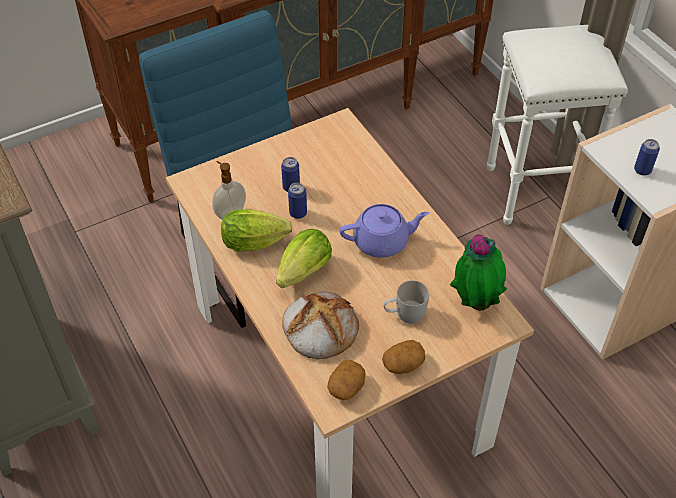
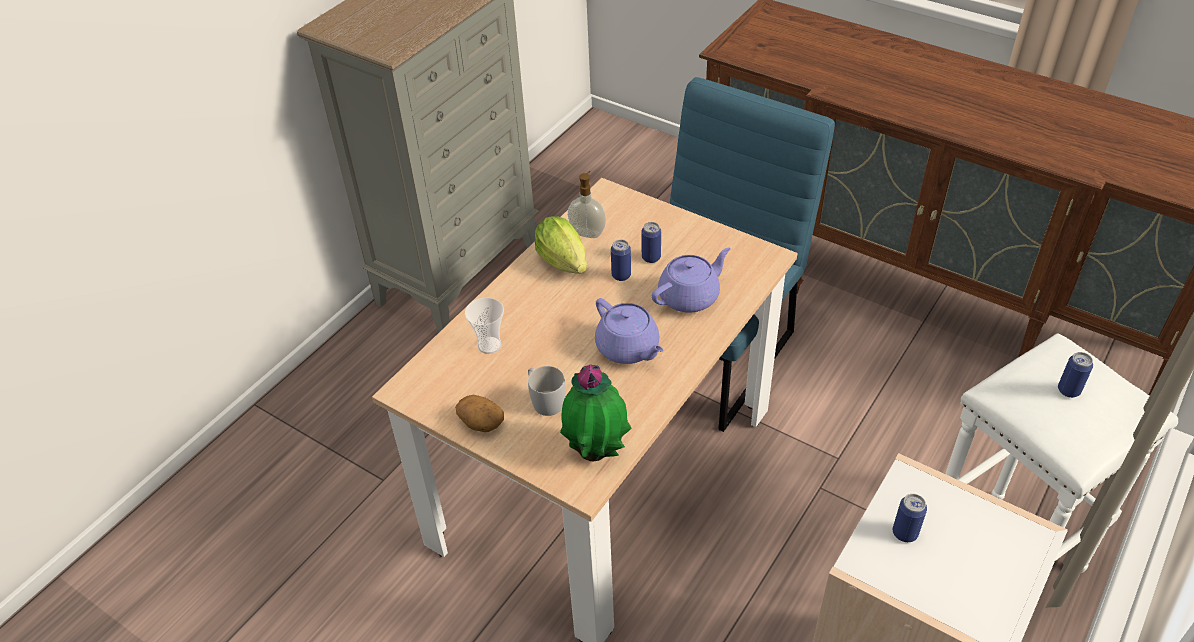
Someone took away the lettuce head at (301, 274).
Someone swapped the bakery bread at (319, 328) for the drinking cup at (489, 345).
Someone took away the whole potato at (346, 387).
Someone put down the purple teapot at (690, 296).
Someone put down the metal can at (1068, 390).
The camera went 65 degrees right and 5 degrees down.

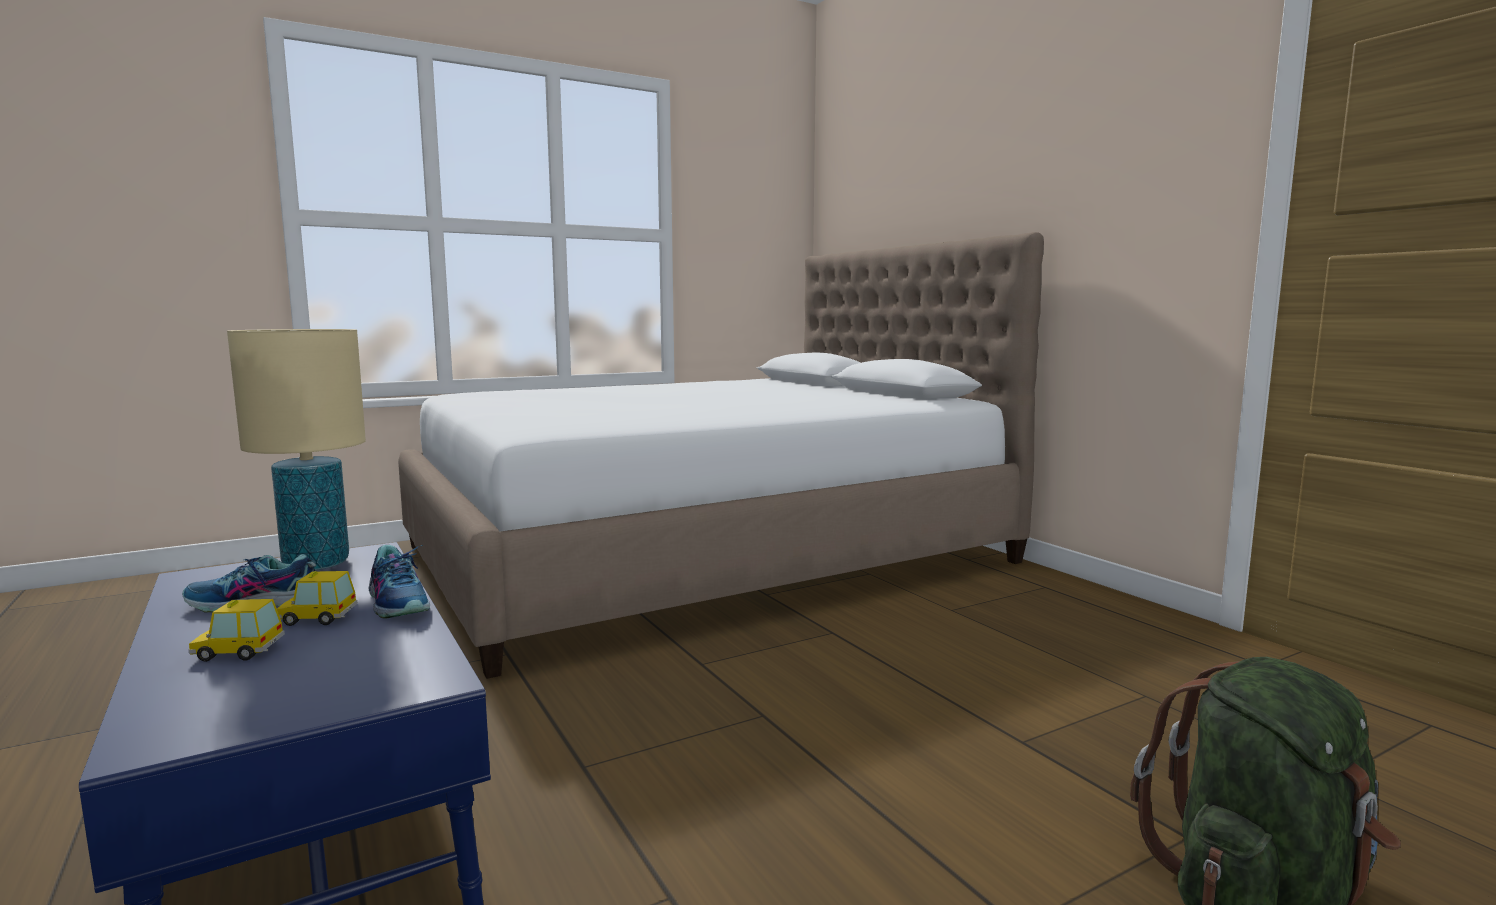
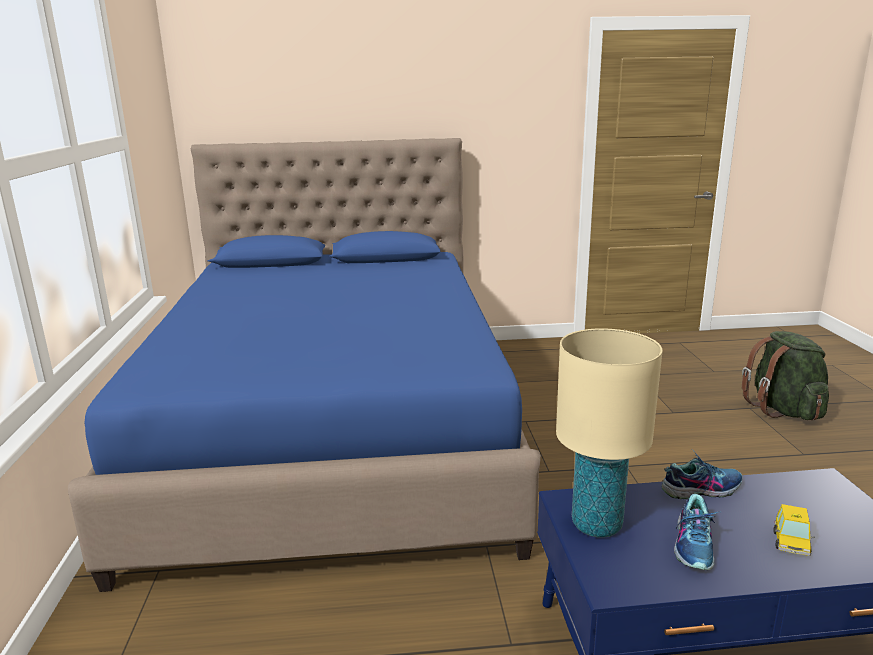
Someone took away the miniature car at (317, 617).
Someone repainted the white-coloured bedroom bed at (708, 554), which became the blue-coloured bedroom bed at (335, 428).
The camera went 65 degrees left and 10 degrees up.

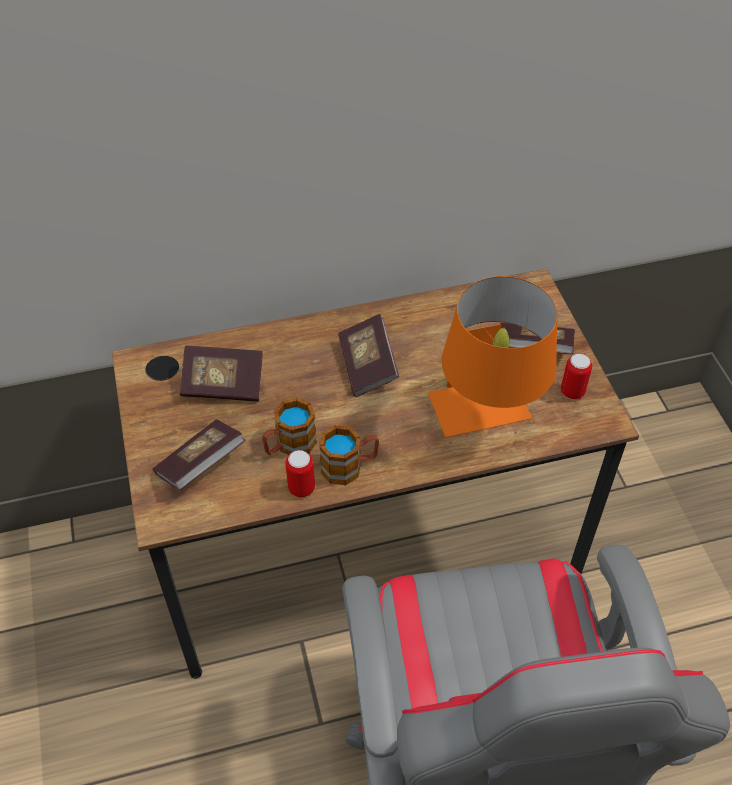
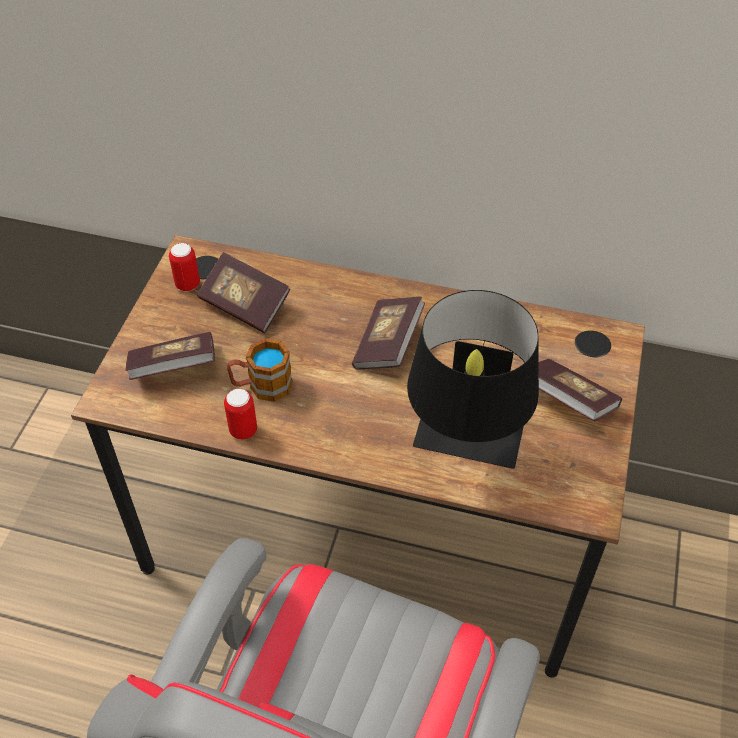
Someone took away the coffee mug at (349, 466).
Someone repainted the orange-coloured lamp for a table at (486, 420), which became the black-coloured lamp for a table at (466, 449).
Someone carried the metal can from (572, 392) to (188, 284).
The camera went 30 degrees right and 0 degrees up.

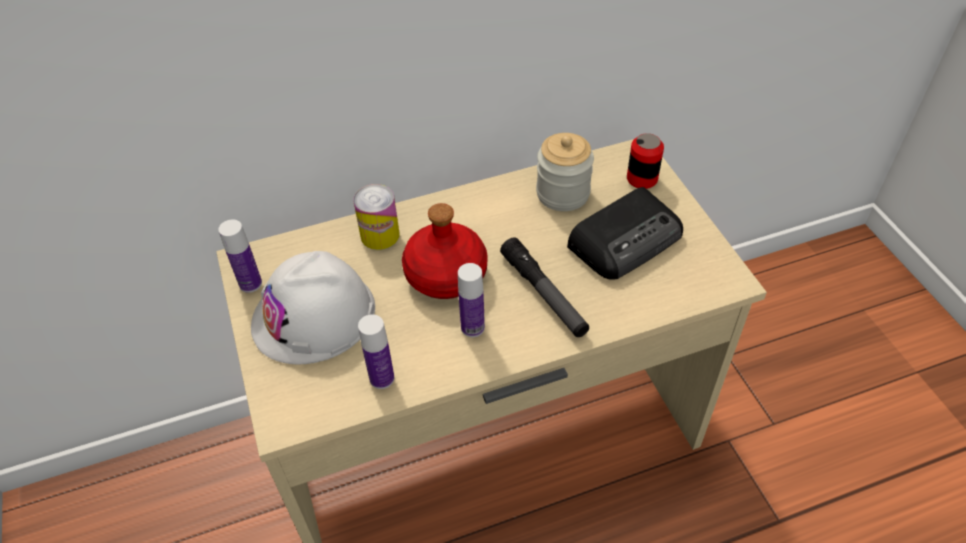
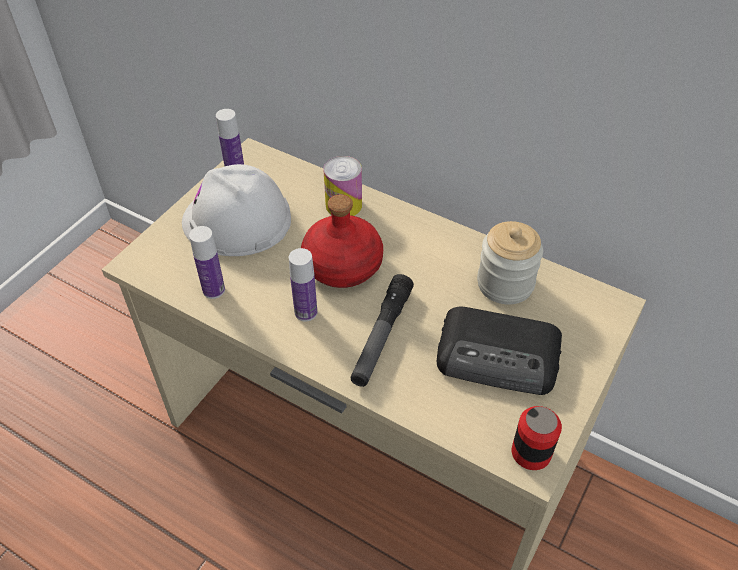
Someone carried the metal can from (642, 179) to (531, 453).
The camera went 50 degrees right and 0 degrees up.

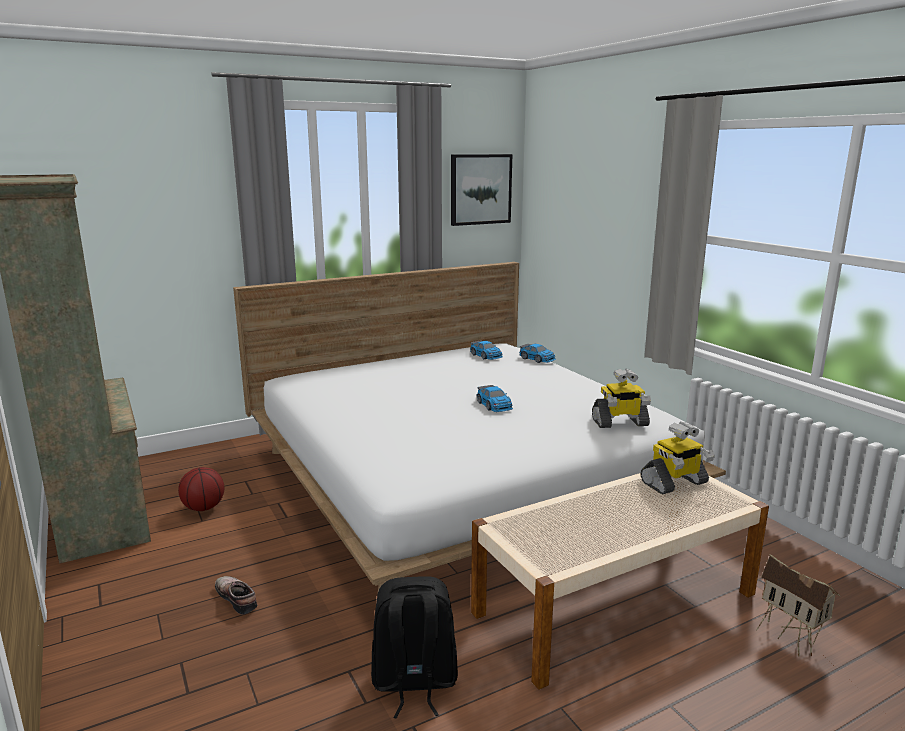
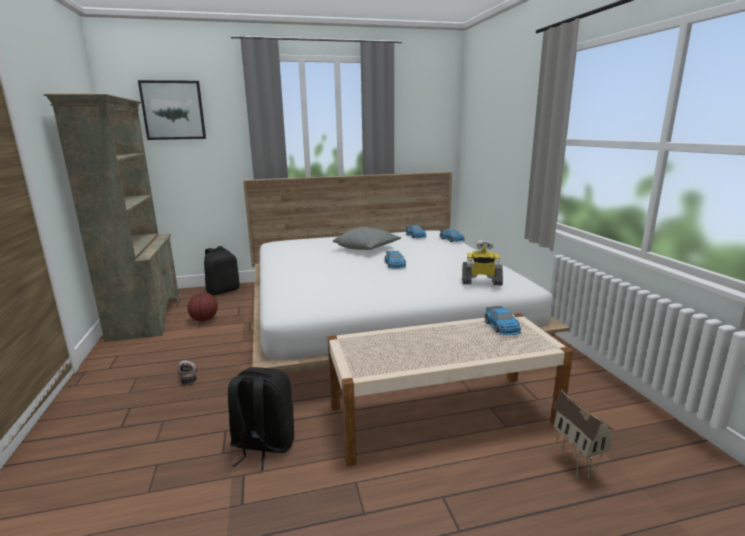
Someone carried the picture from (480, 189) to (173, 110).
Someone swapped the robot figure at (674, 483) for the miniature car at (502, 327).
Someone put down the black-coloured backpack at (223, 291).
Someone put down the greyish pillow at (367, 248).
The camera went 15 degrees right and 0 degrees up.

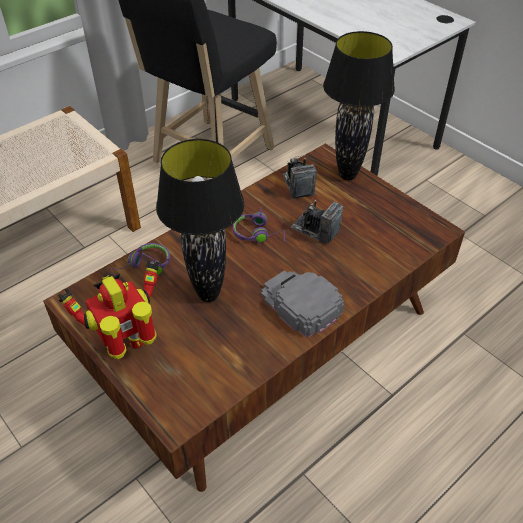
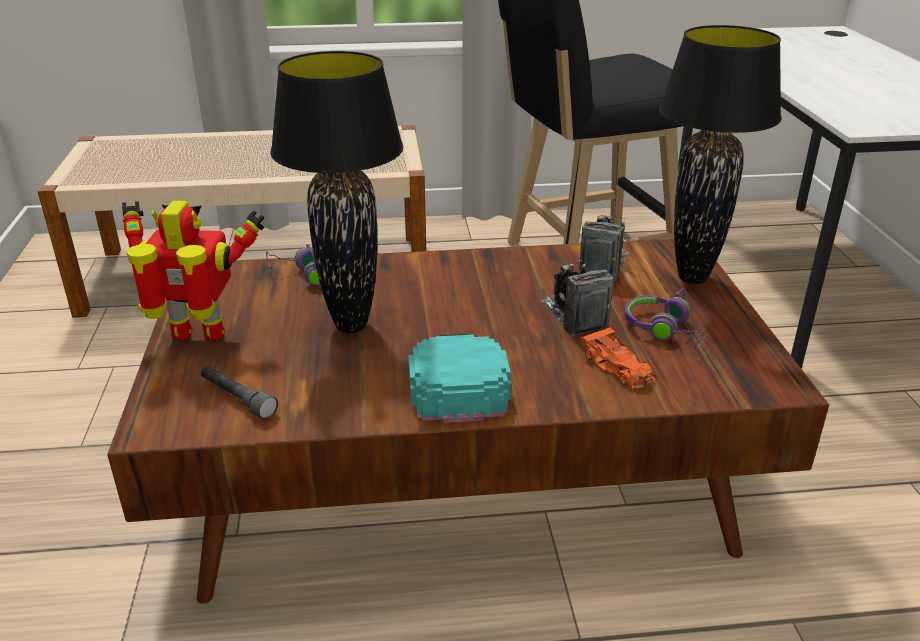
Someone carried the purple headphones from (258, 234) to (665, 330).
Someone repainted the greyish peaked cap at (300, 303), which became the turquoise-coloured peaked cap at (456, 381).
Someone put down the greyish hand torch at (237, 399).
Someone put down the orange-coloured miniature car at (618, 367).
The camera went 35 degrees right and 15 degrees down.

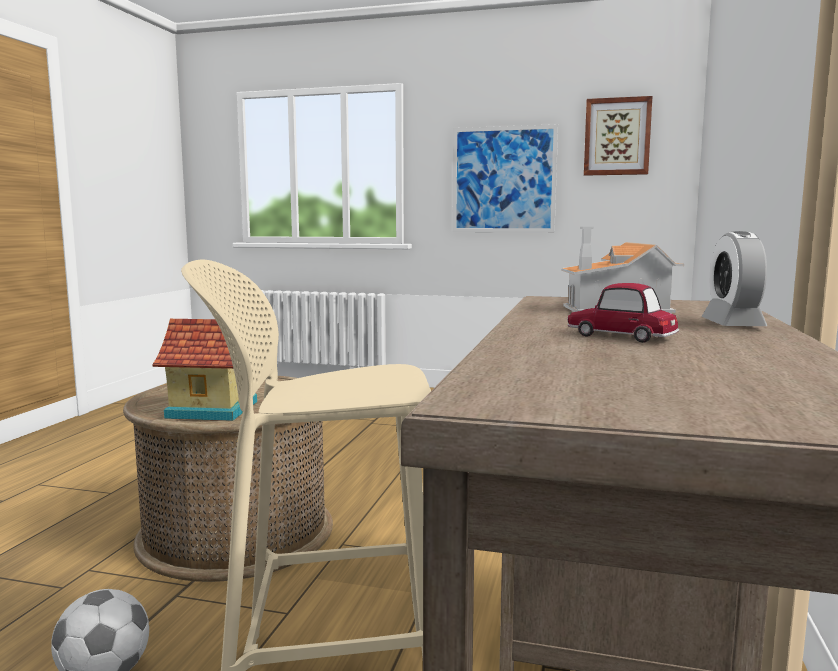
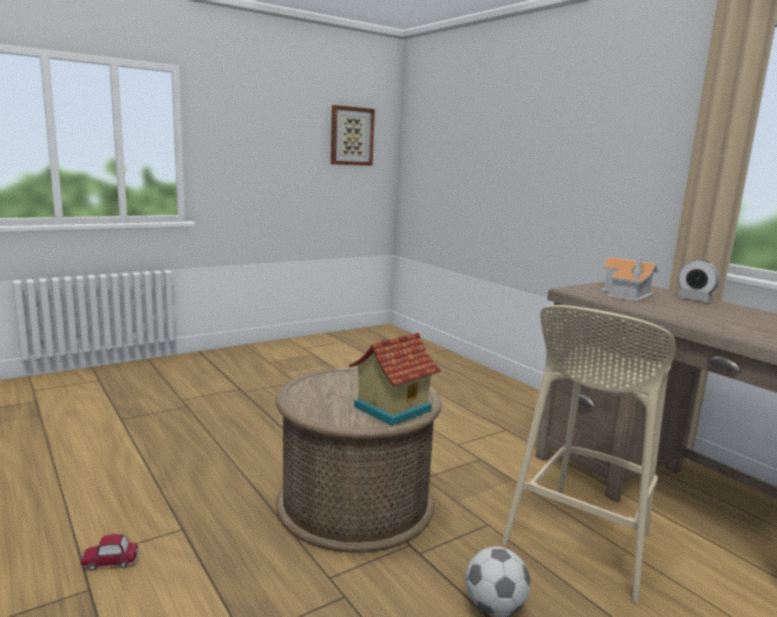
Someone took away the picture at (503, 180).
Someone carried the miniature car from (621, 336) to (110, 561).
The camera went 50 degrees left and 5 degrees up.

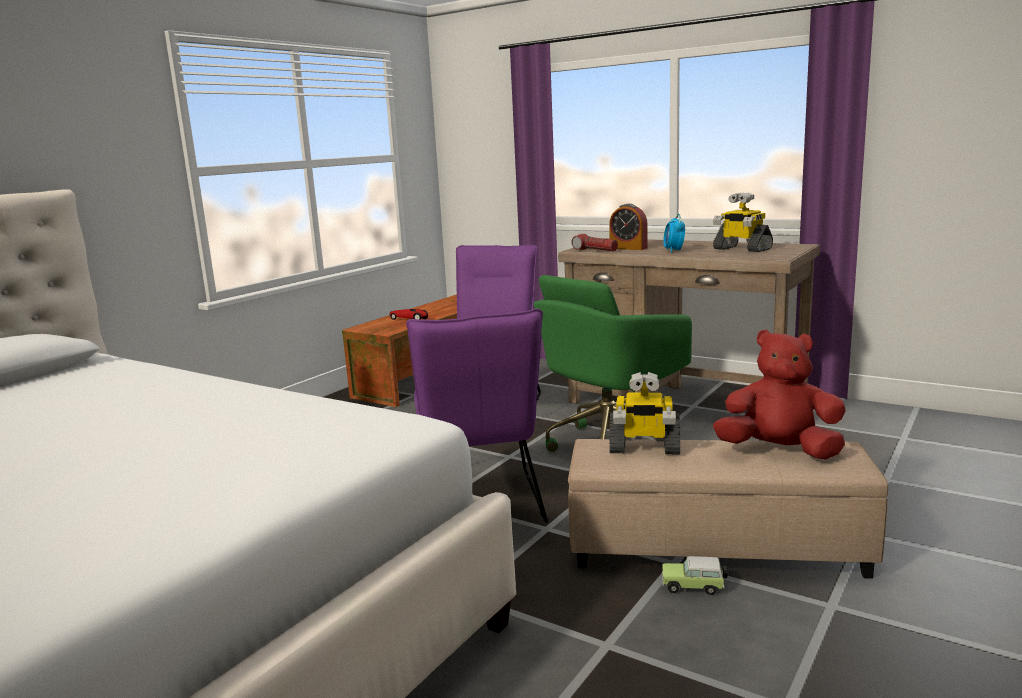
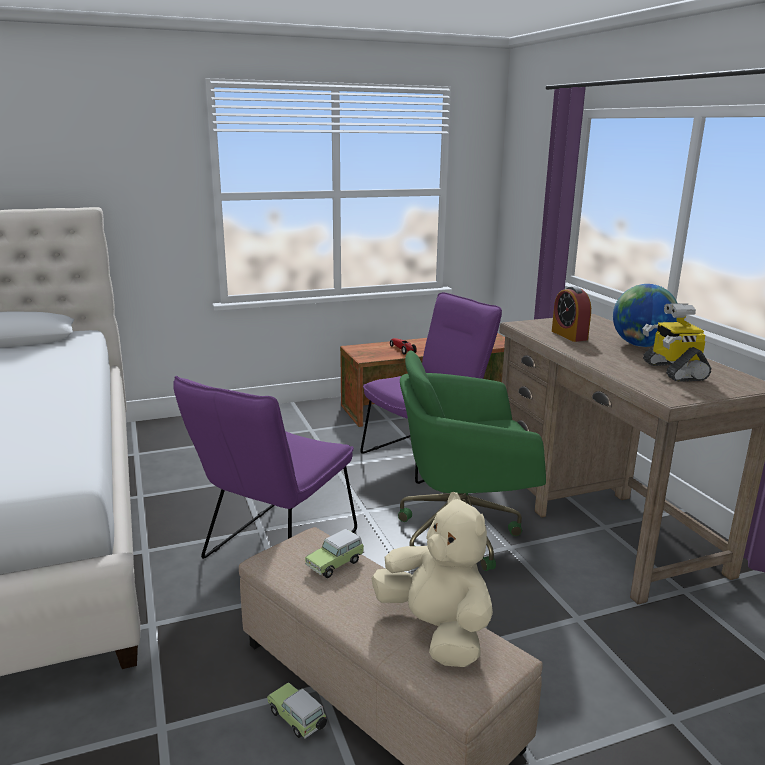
Someone took away the hand torch at (594, 250).
Someone swapped the robot figure at (644, 448) for the miniature car at (336, 563).
Someone took away the table clock at (674, 251).
Someone repainted the reddish soft toy at (779, 451), which became the beige soft toy at (436, 630).
Someone put down the globe at (641, 345).
The camera went 35 degrees right and 5 degrees up.

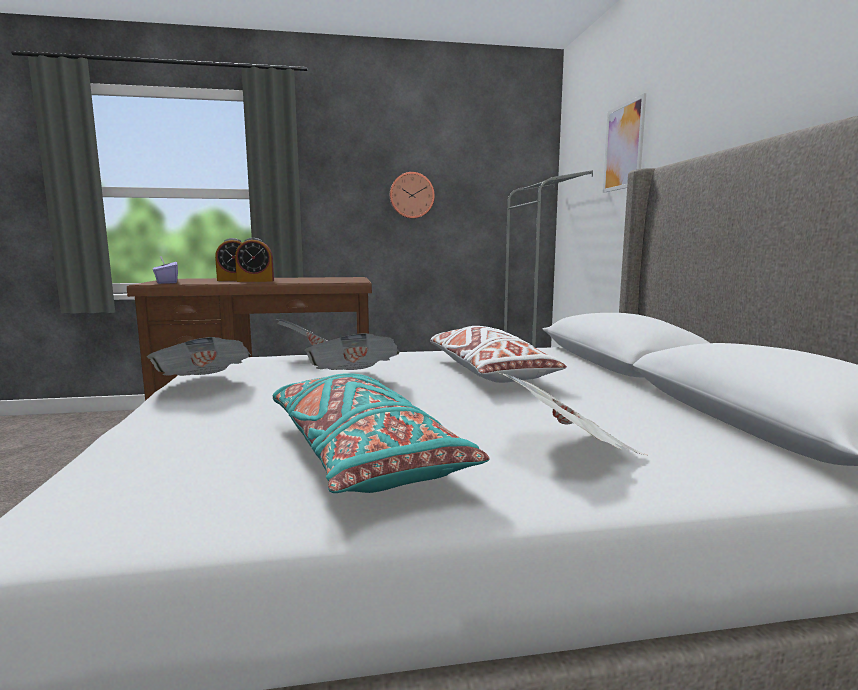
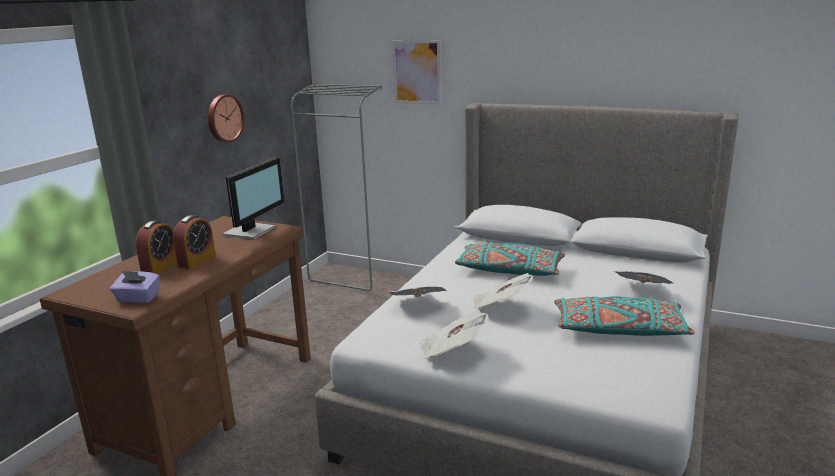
Someone repainted the white-coloured pillow at (488, 372), which became the turquoise-coloured pillow at (509, 270).
Someone put down the computer screen at (251, 231).
The camera went 55 degrees left and 10 degrees up.

